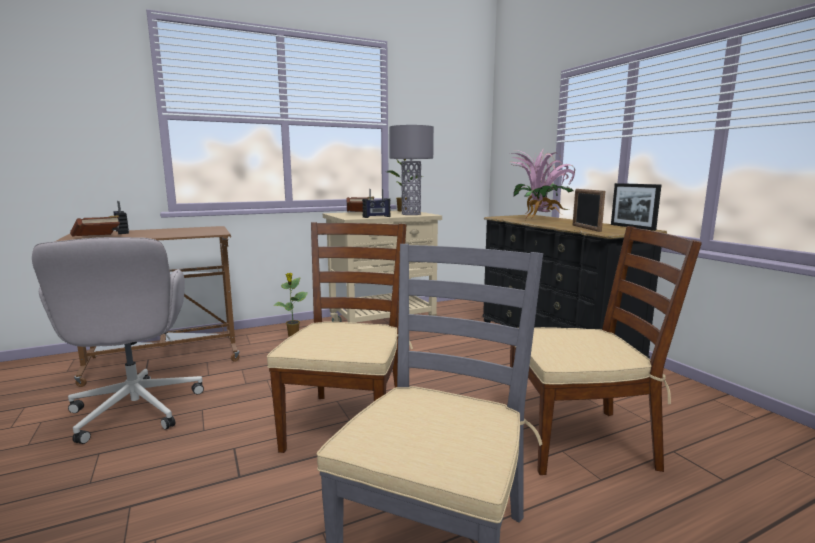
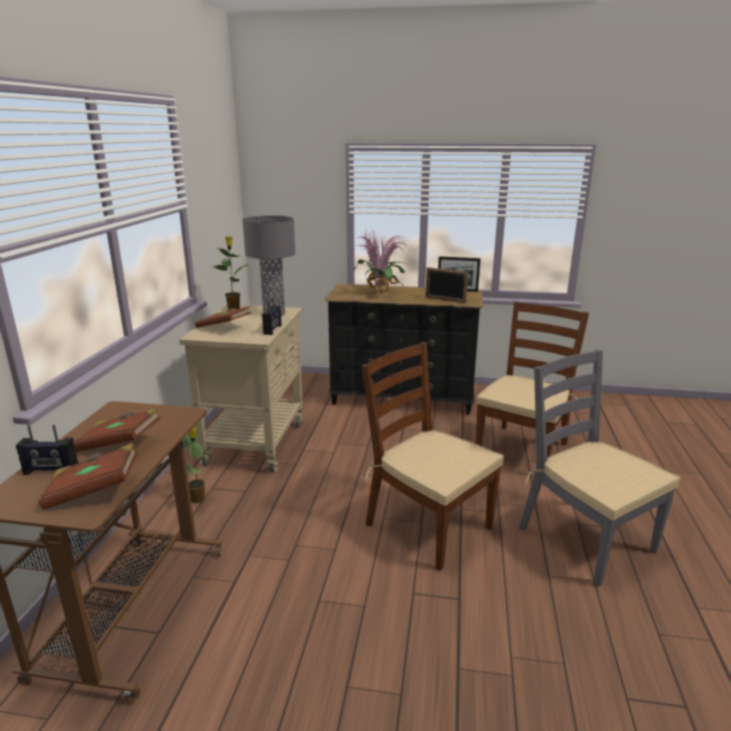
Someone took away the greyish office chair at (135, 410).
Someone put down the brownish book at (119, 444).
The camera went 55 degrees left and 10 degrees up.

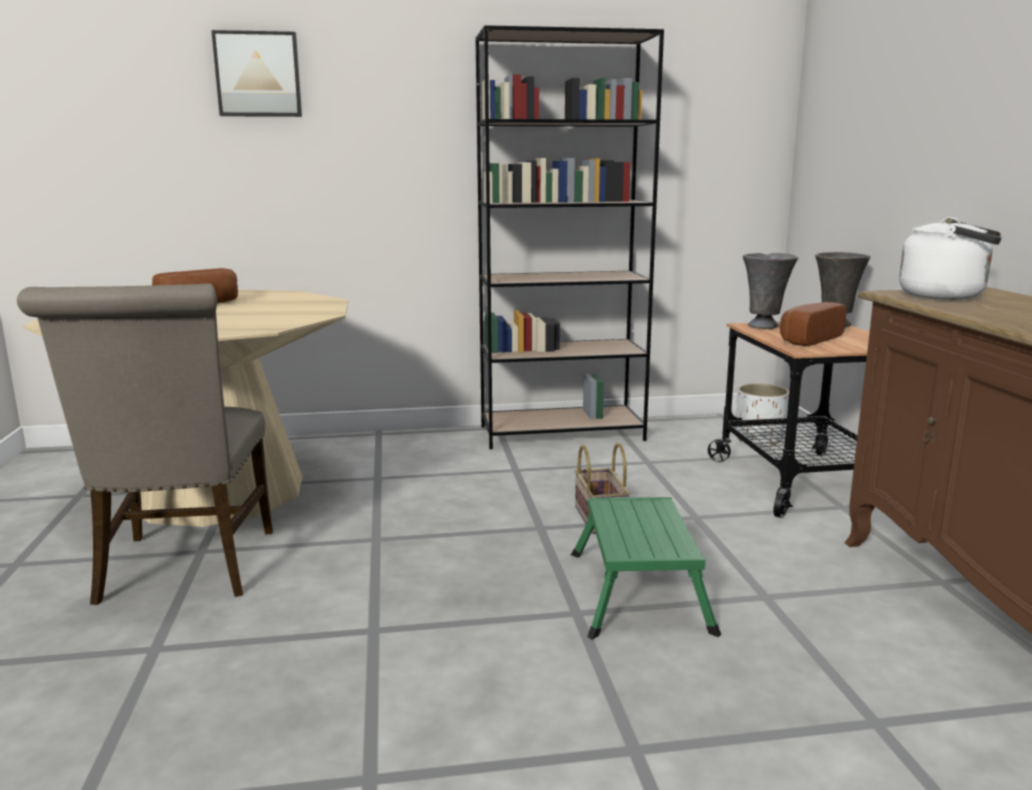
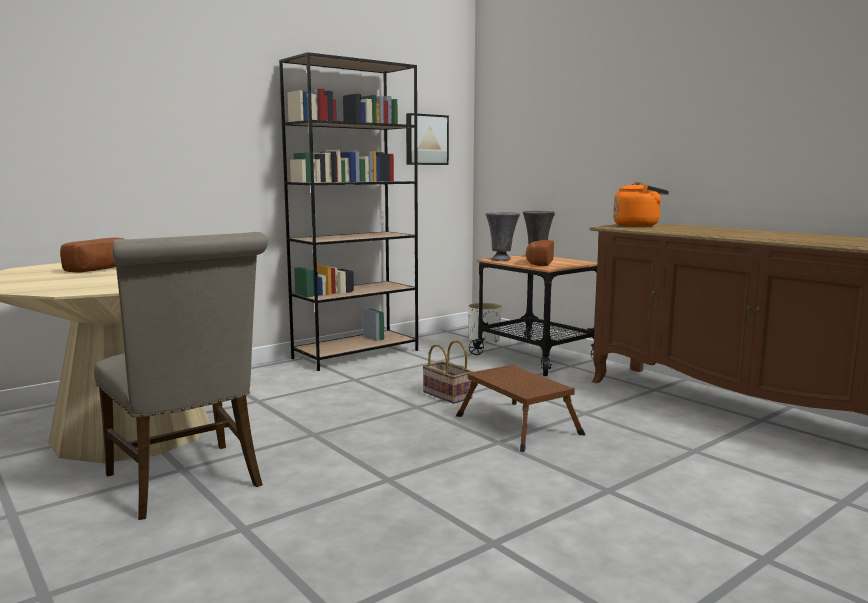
Someone carried the picture from (258, 74) to (426, 139).
Someone repainted the green stepladder at (639, 592), which became the brownish stepladder at (518, 425).
Someone repainted the white-coloured water kettle at (947, 296), which became the orange-coloured water kettle at (639, 225).
The camera went 30 degrees left and 5 degrees down.

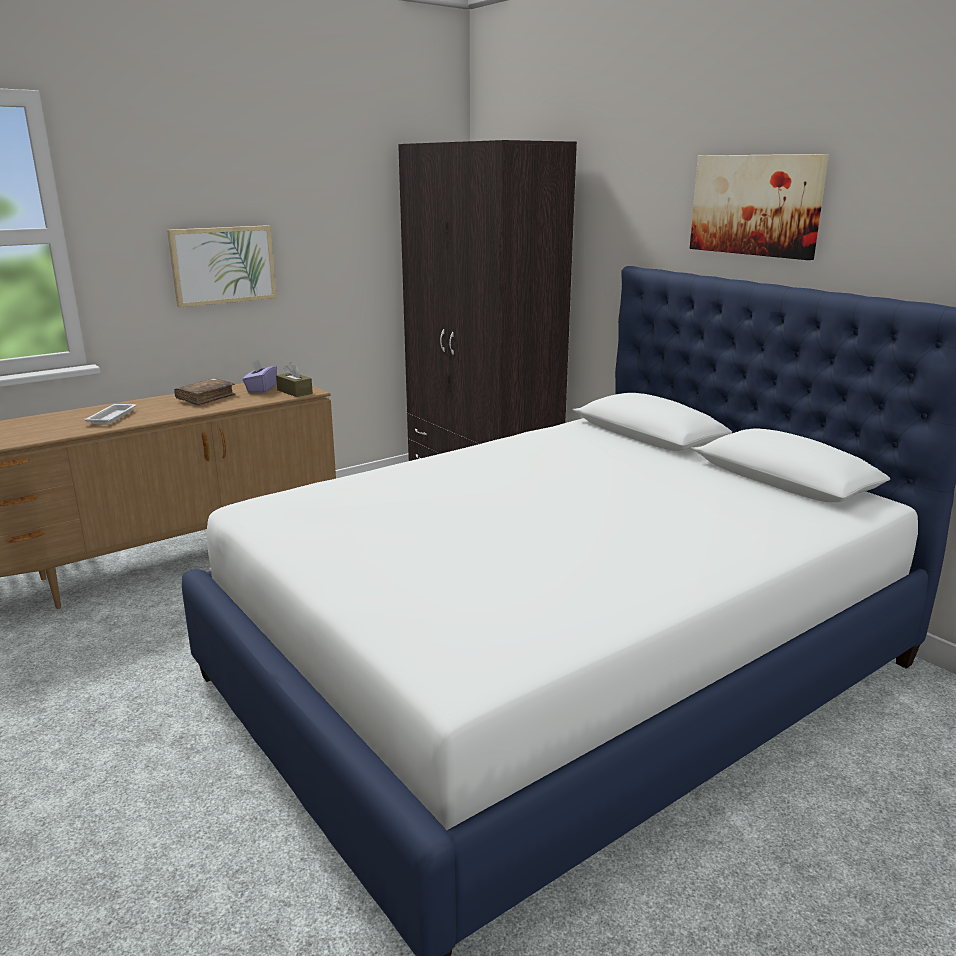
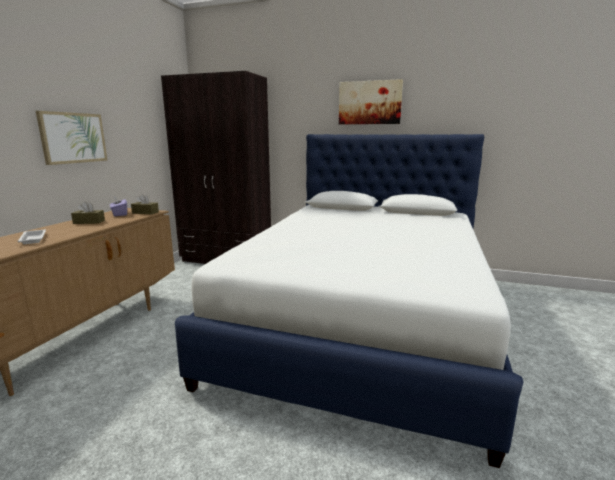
Someone swapped the brownish book at (206, 398) for the brownish tissue holder at (89, 222).
The camera went 35 degrees left and 5 degrees down.

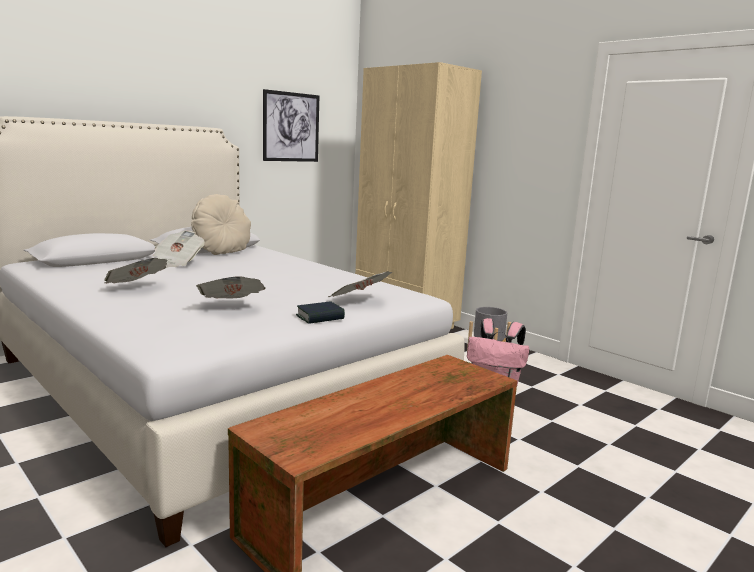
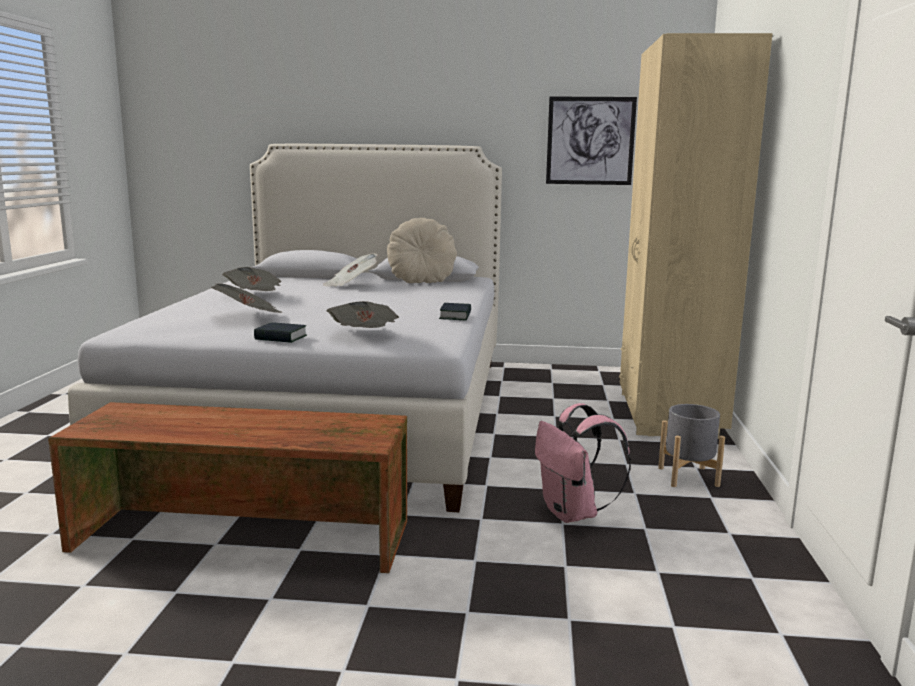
Someone put down the book at (455, 316).
The camera went 50 degrees right and 0 degrees up.

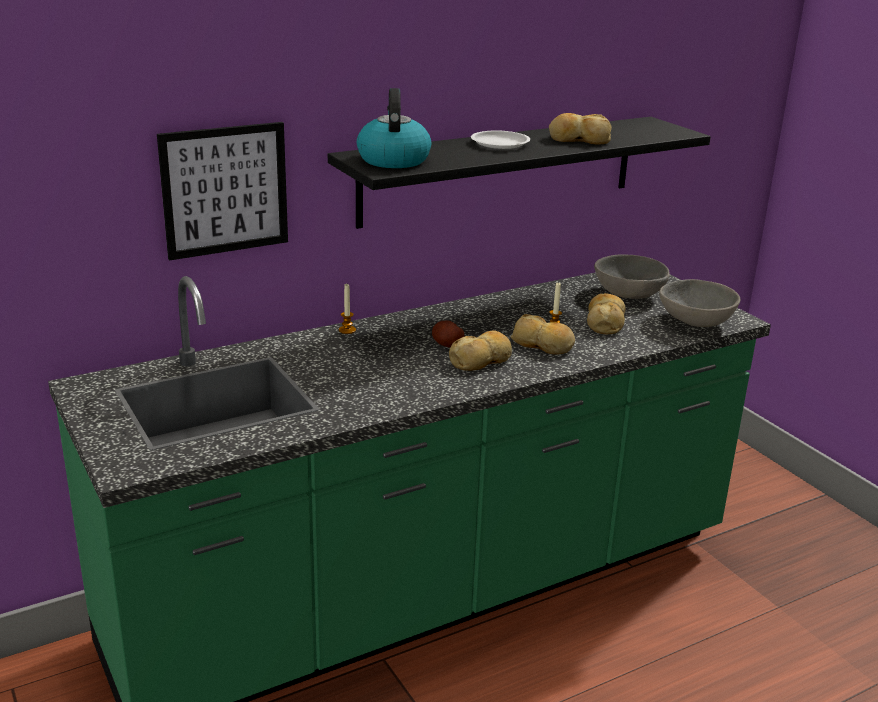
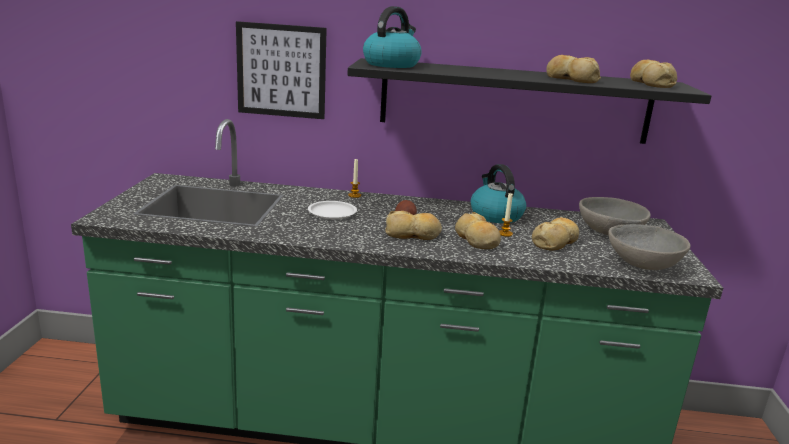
Someone carried the white-coloured plate from (500, 143) to (332, 213).
Someone put down the water kettle at (495, 215).
Someone put down the bakery bread at (651, 83).
The camera went 35 degrees right and 5 degrees down.

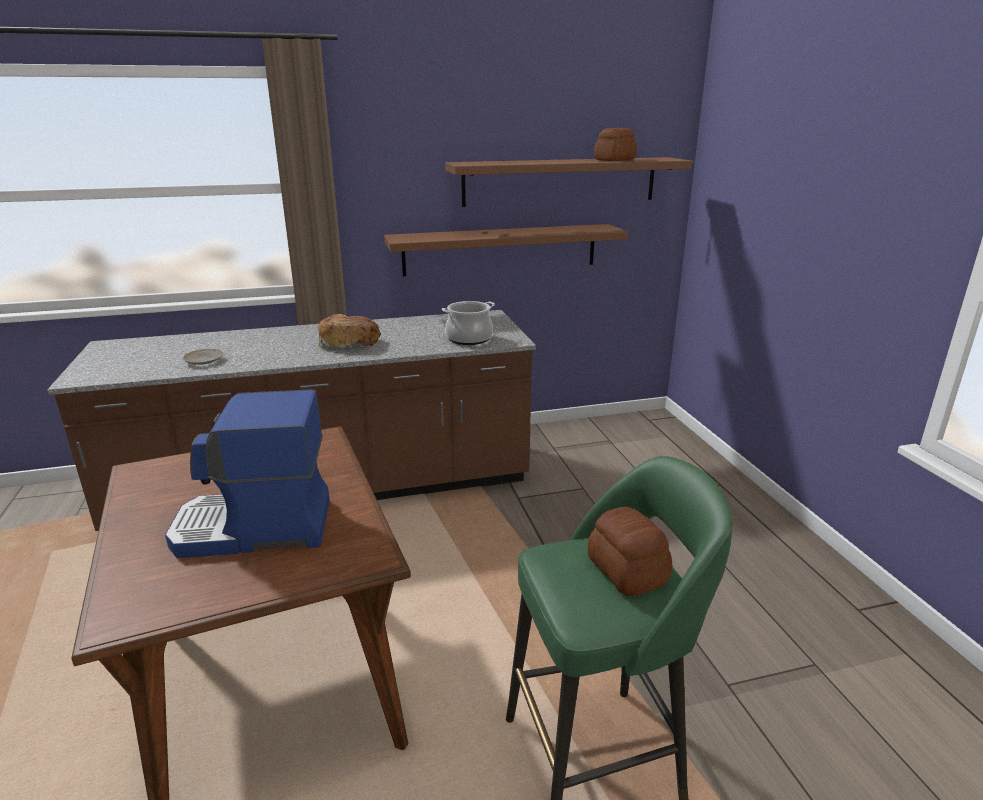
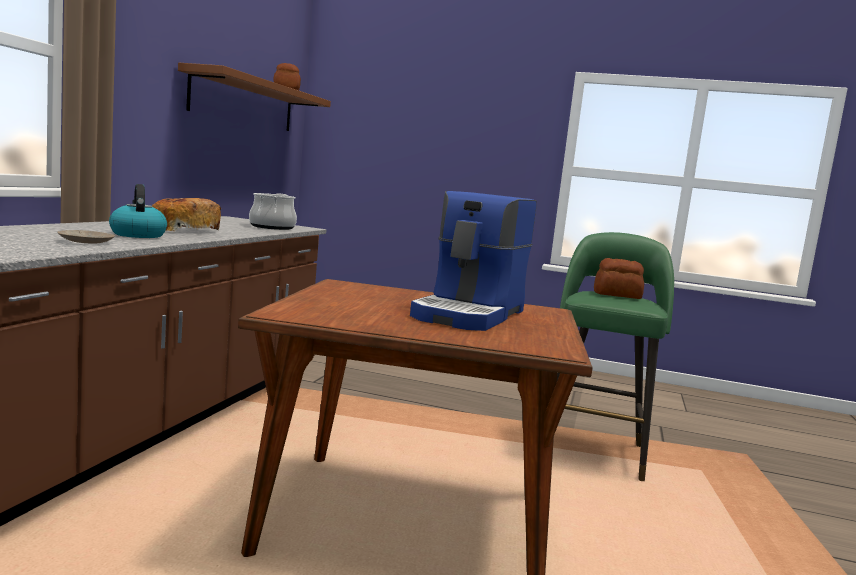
Someone took away the brownish shelf at (500, 249).
Someone put down the water kettle at (137, 235).
The camera went 60 degrees left and 15 degrees down.

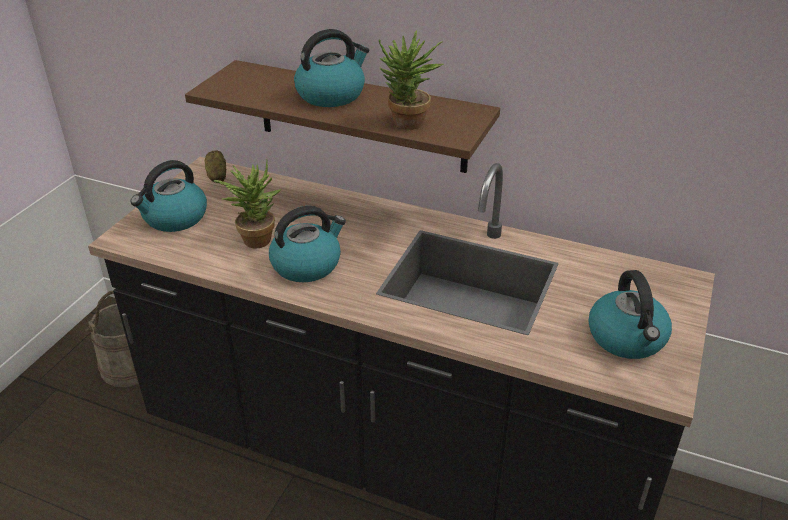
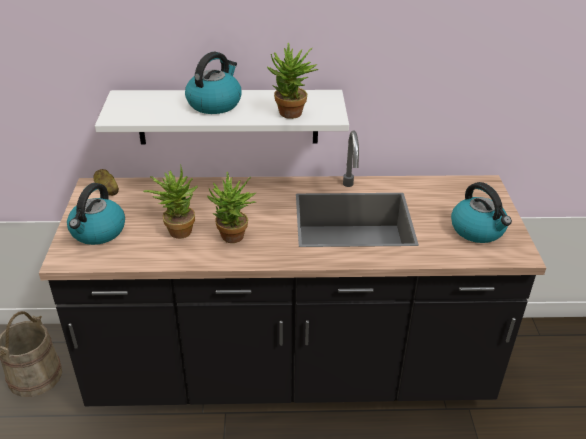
Someone repainted the brownish shelf at (361, 117), which became the white-coloured shelf at (228, 117).
Someone swapped the water kettle at (307, 264) for the houseplant at (233, 239).
The camera went 25 degrees left and 0 degrees up.

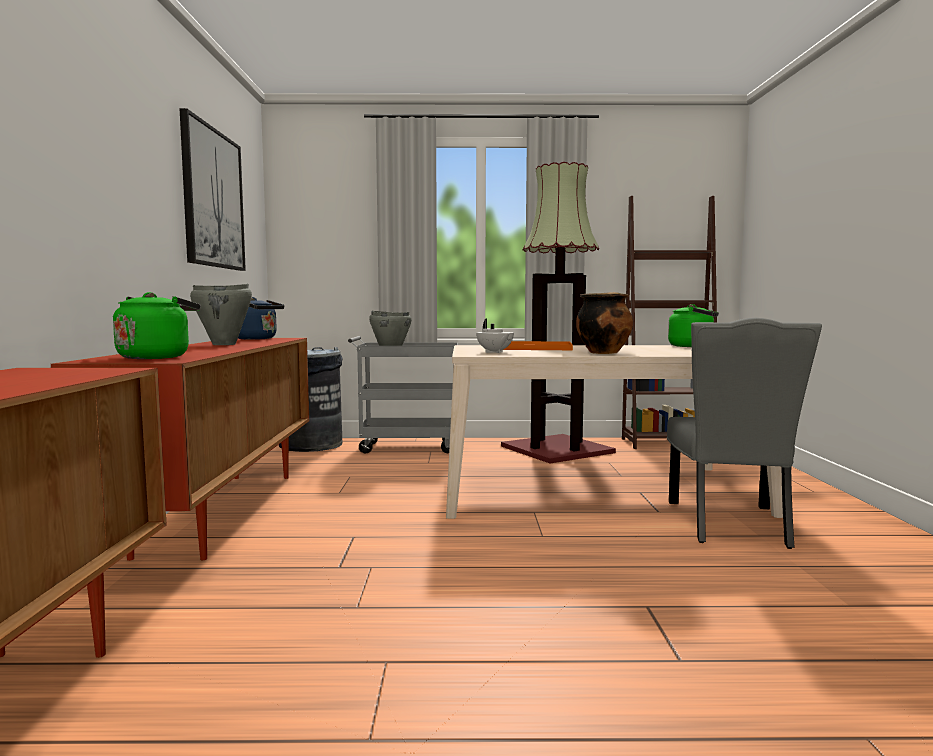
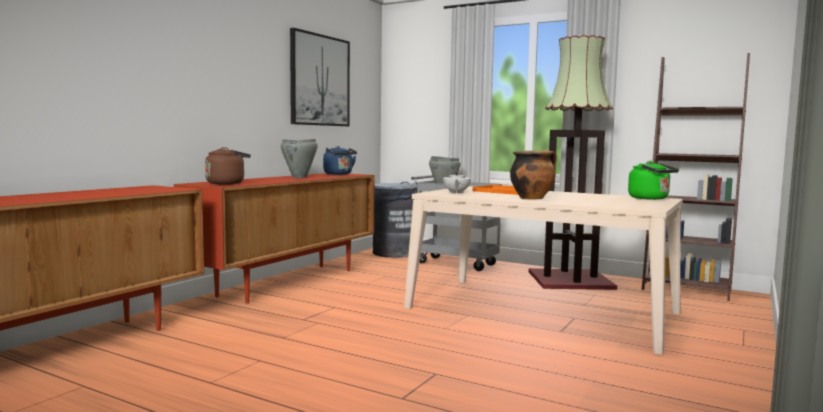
Someone repainted the green water kettle at (156, 357), which became the brownish water kettle at (227, 183).
Someone took away the greyish chair at (729, 522).
The camera went 30 degrees right and 0 degrees up.

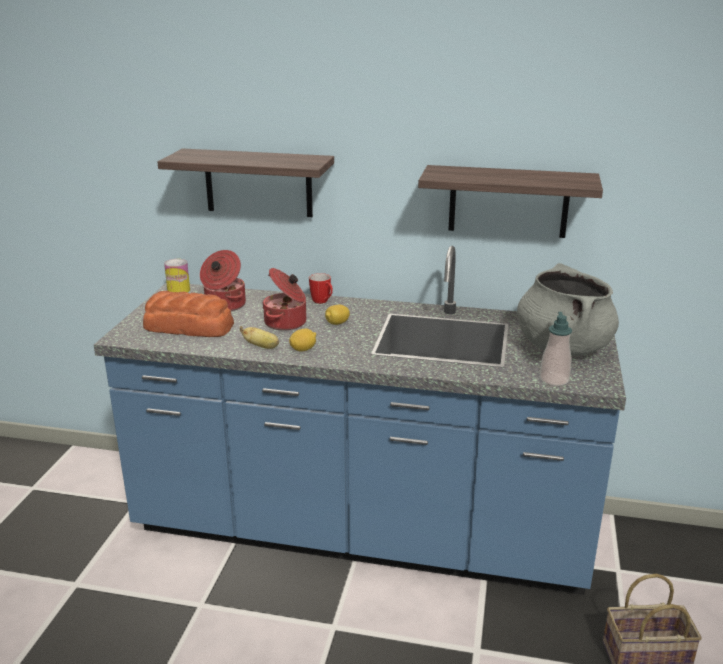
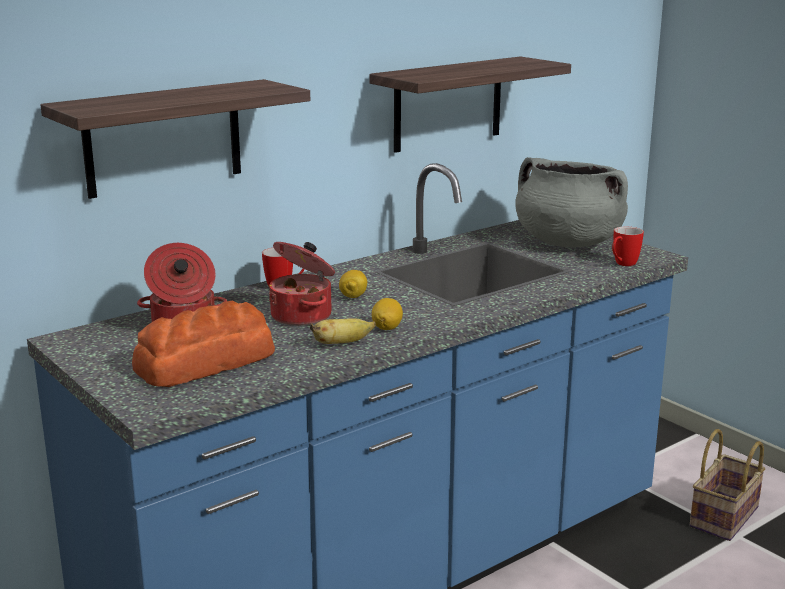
Someone took away the metal can at (178, 290).
Someone swapped the soap dispenser at (554, 379) for the coffee mug at (622, 264).
The camera went 50 degrees left and 5 degrees down.

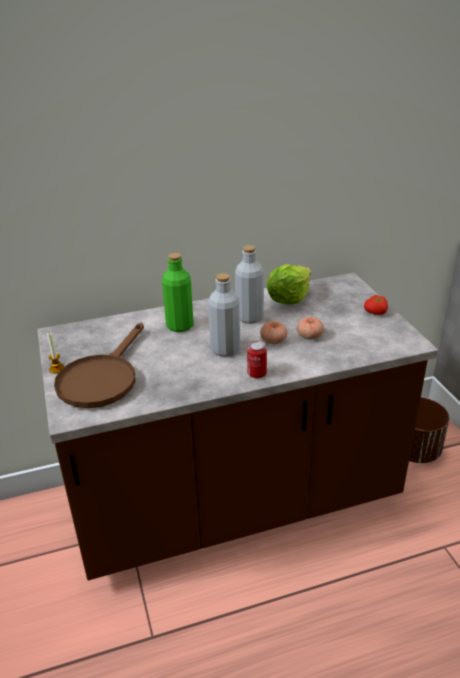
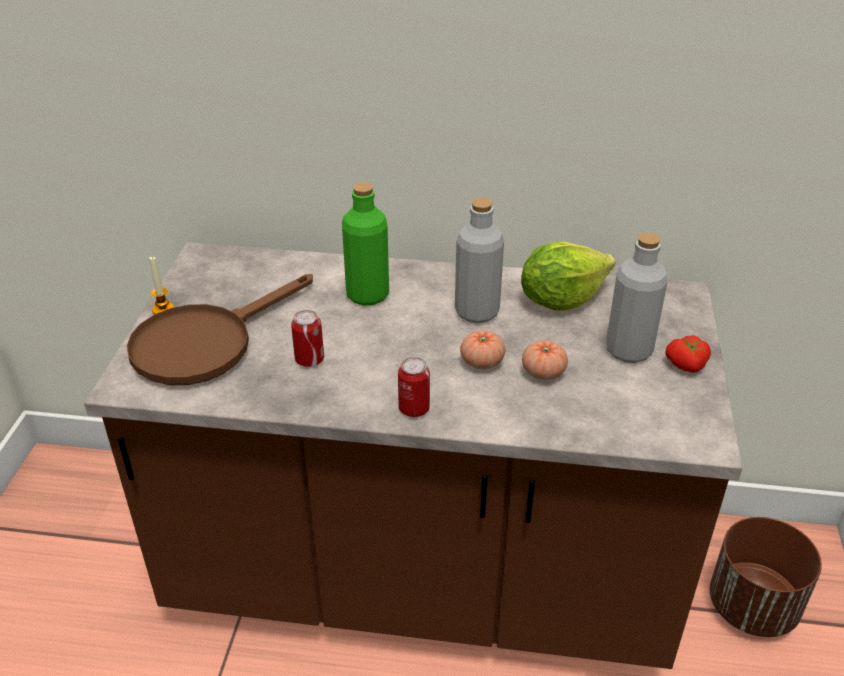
Someone carried the greyish beverage bottle from (225, 349) to (628, 350).
Someone put down the metal can at (309, 359).
The camera went 25 degrees right and 5 degrees up.

